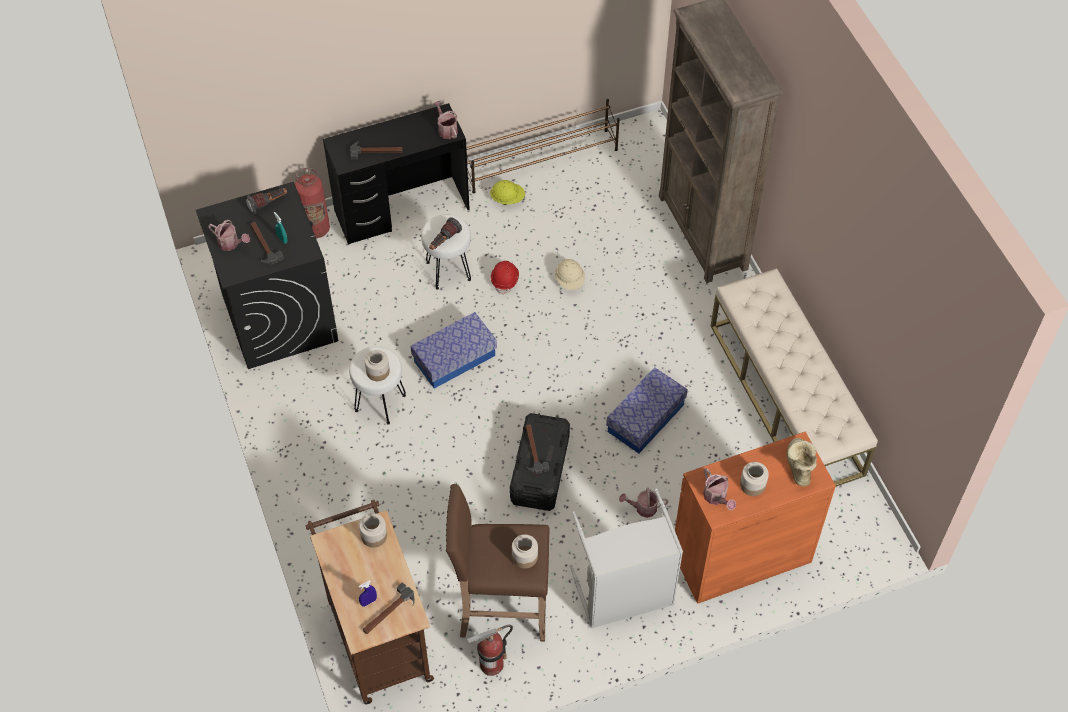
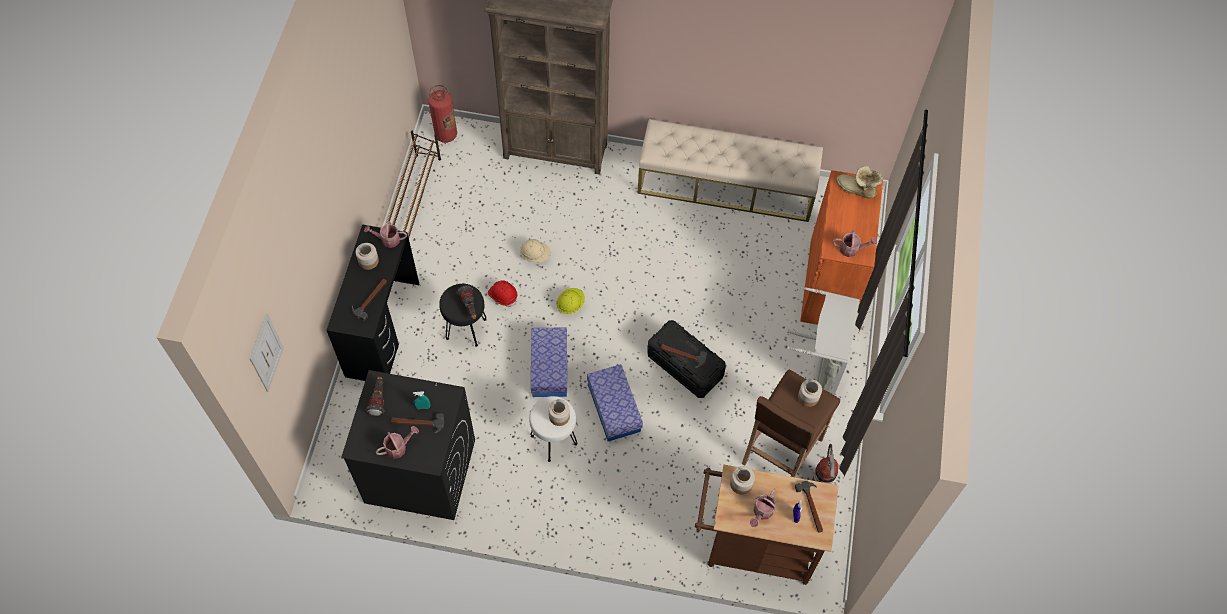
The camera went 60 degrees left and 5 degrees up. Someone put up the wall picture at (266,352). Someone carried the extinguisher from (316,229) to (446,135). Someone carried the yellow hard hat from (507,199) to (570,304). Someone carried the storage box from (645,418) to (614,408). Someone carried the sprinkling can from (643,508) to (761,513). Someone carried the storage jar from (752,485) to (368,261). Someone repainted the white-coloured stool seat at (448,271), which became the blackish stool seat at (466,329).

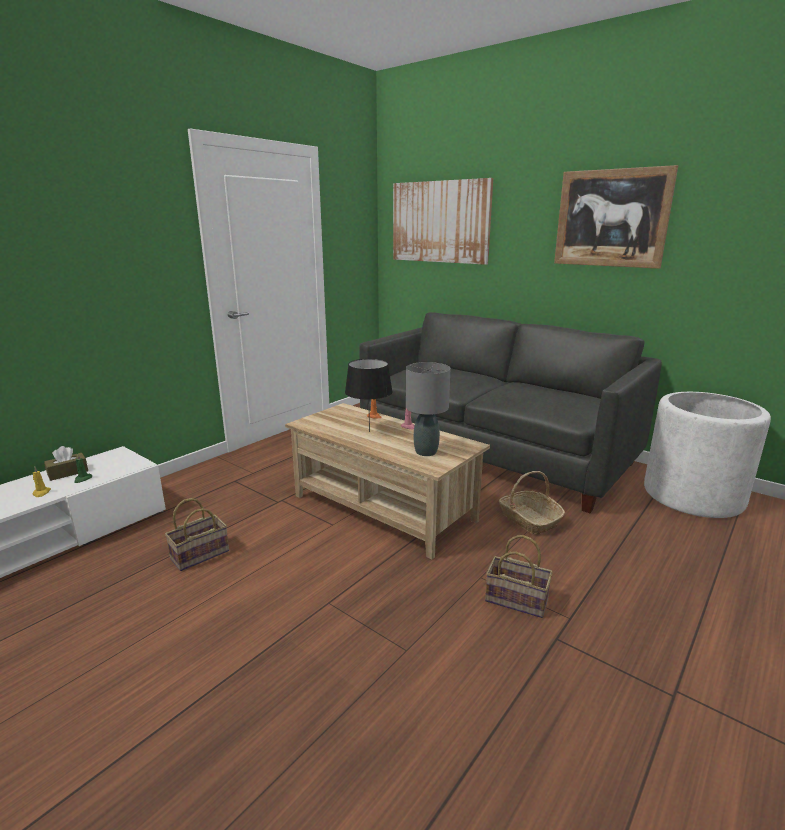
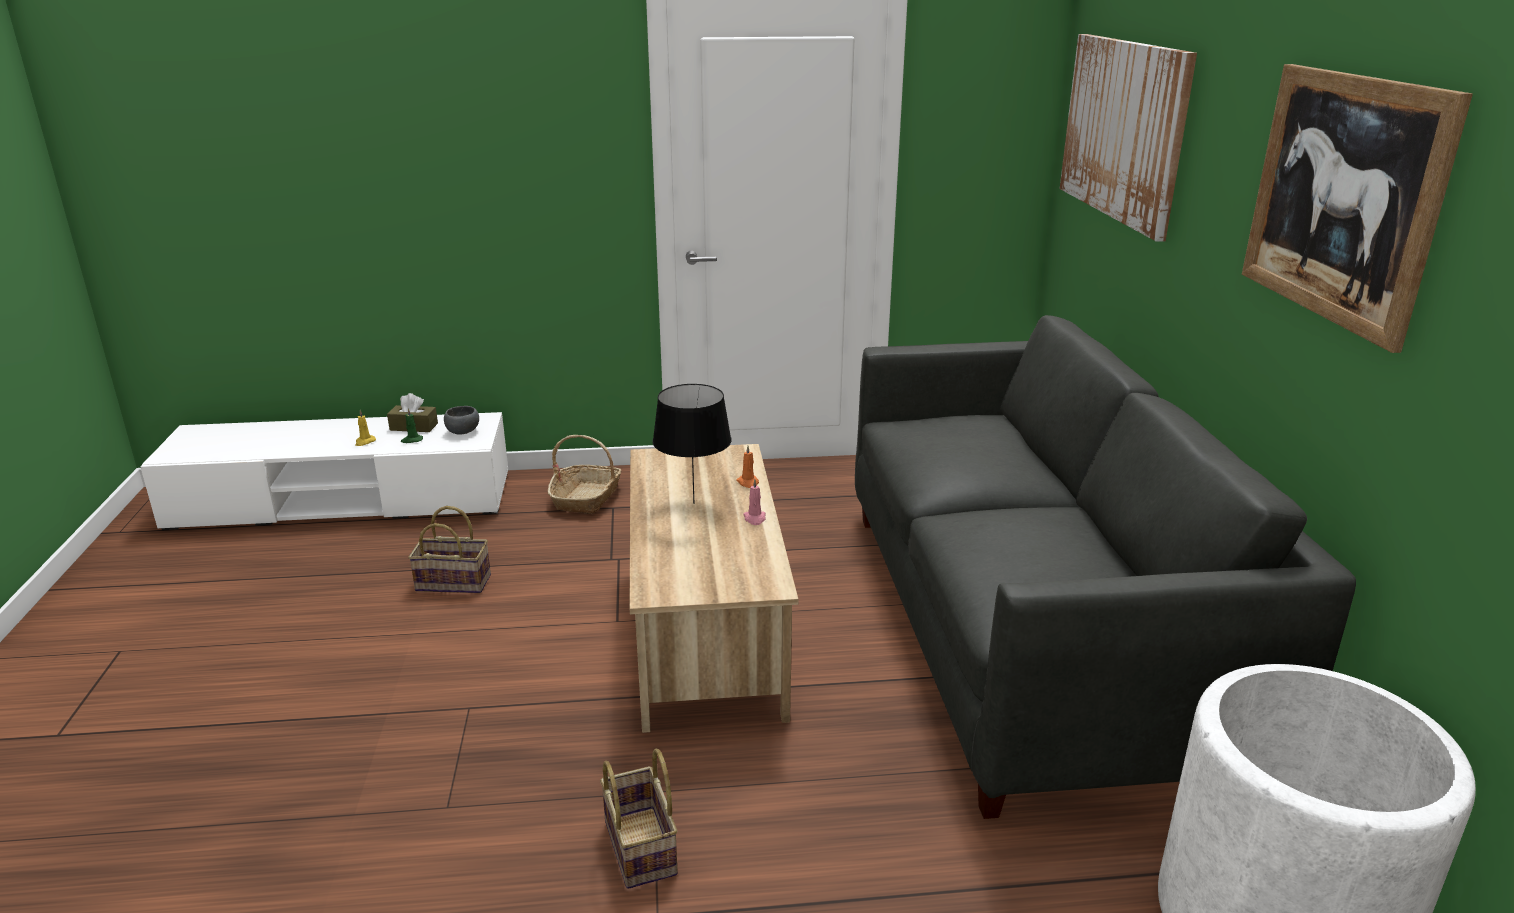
The camera went 45 degrees right and 5 degrees up. Someone took away the greyish table lamp at (426,452). Someone put down the greyish deep dish at (464,431). Someone carried the basket from (529,519) to (586,498).

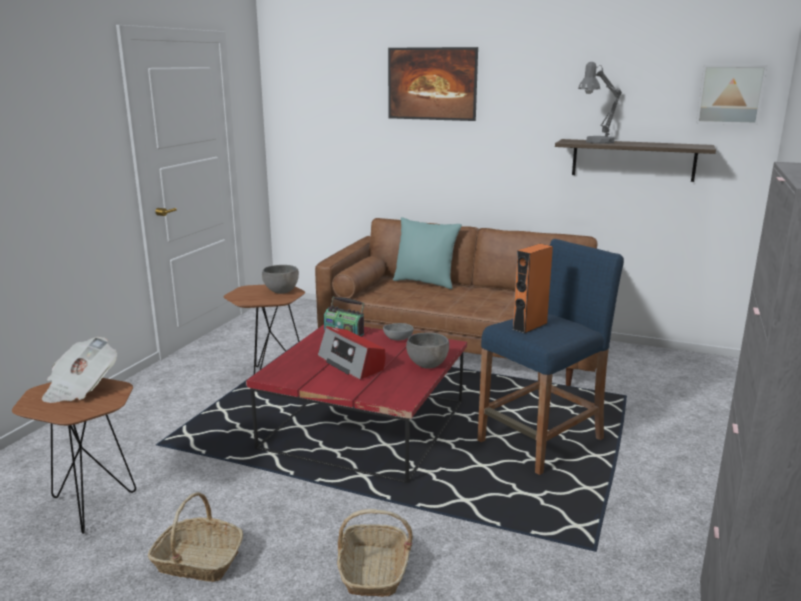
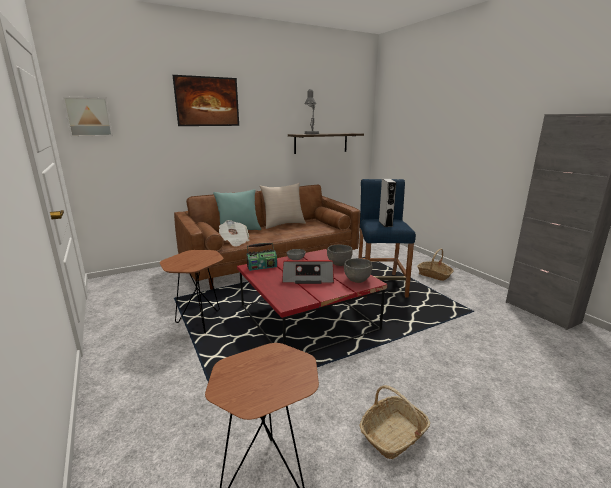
The camera went 50 degrees left and 0 degrees up. Someone put down the beige cushion at (283,224). Someone carried the printed paper from (80,388) to (234,241). Someone carried the greyish deep dish from (281,291) to (357,280). Someone carried the basket from (373,570) to (434,275). Someone carried the wall picture from (730,94) to (88,117). Someone repainted the orange-coloured speaker at (530,326), which became the greyish speaker at (385,224).

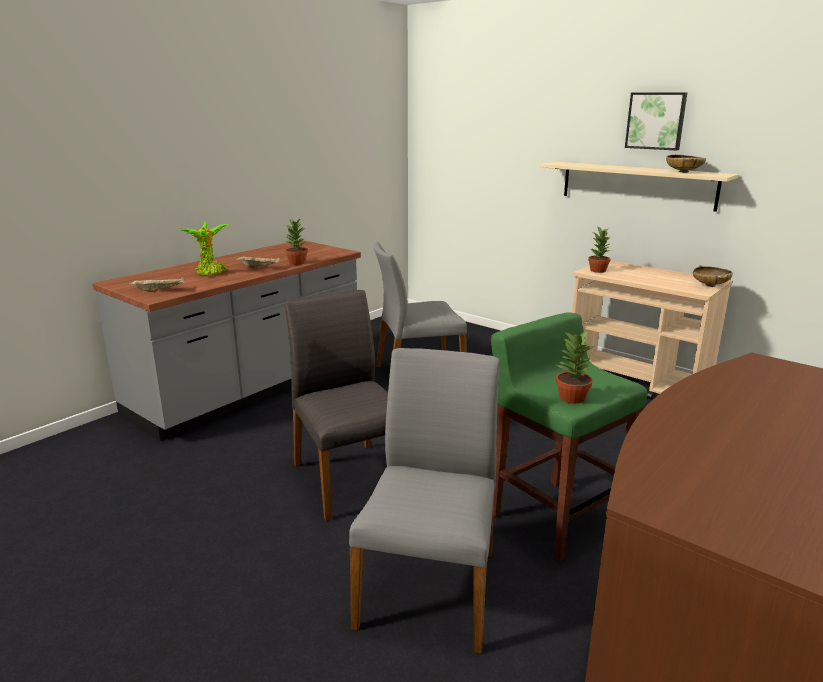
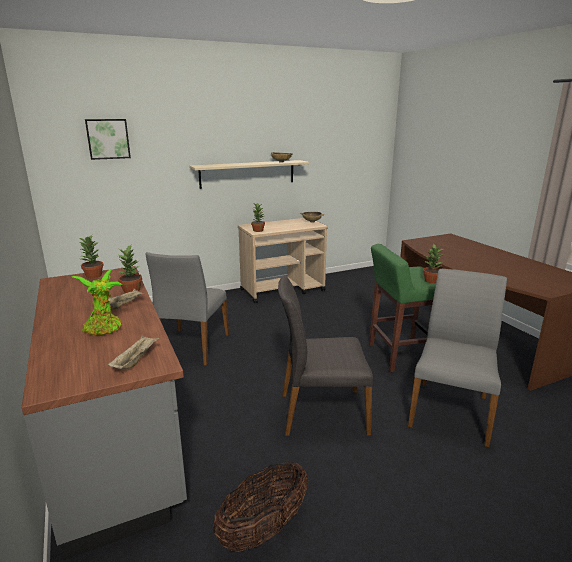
The camera went 65 degrees left and 0 degrees up. Someone put down the potted plant at (93,276). Someone put down the basket at (264,529). Someone carried the wall picture from (656,121) to (108,139). Someone rotated the greyish upright chair at (430,587) by 75 degrees clockwise.

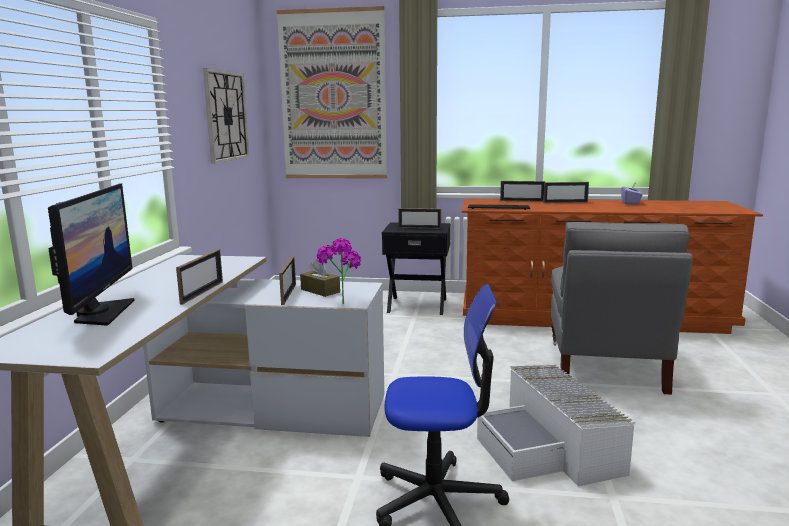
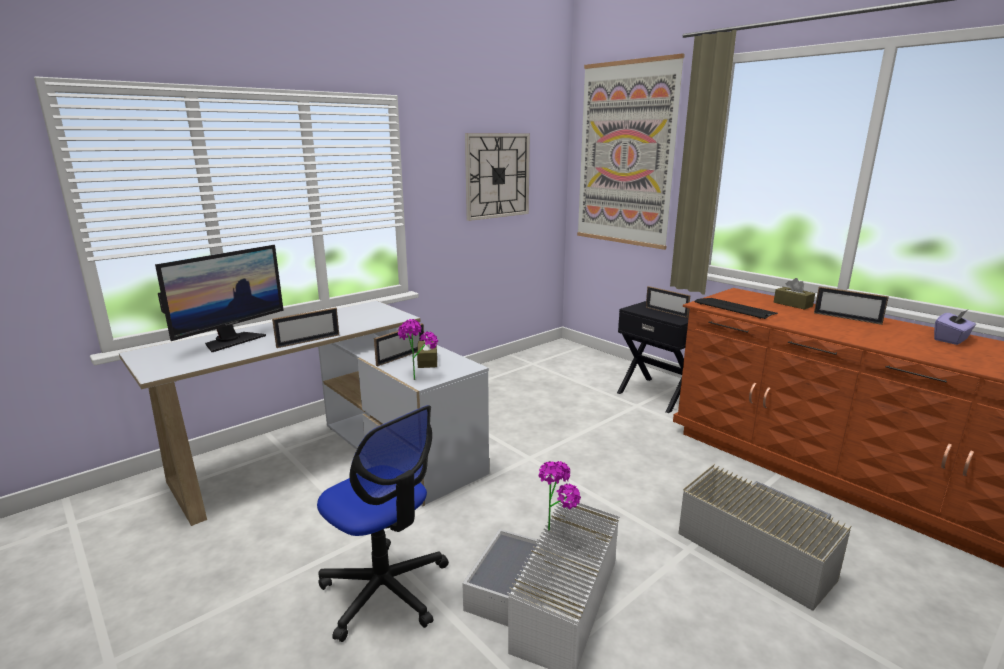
The camera went 40 degrees right and 5 degrees up. Someone put down the potted plant at (557,528). Someone swapped the standing frame at (522,201) for the brownish tissue box at (792,304). Someone swapped the greyish lounge chair at (604,366) for the greyish storage box at (759,546).

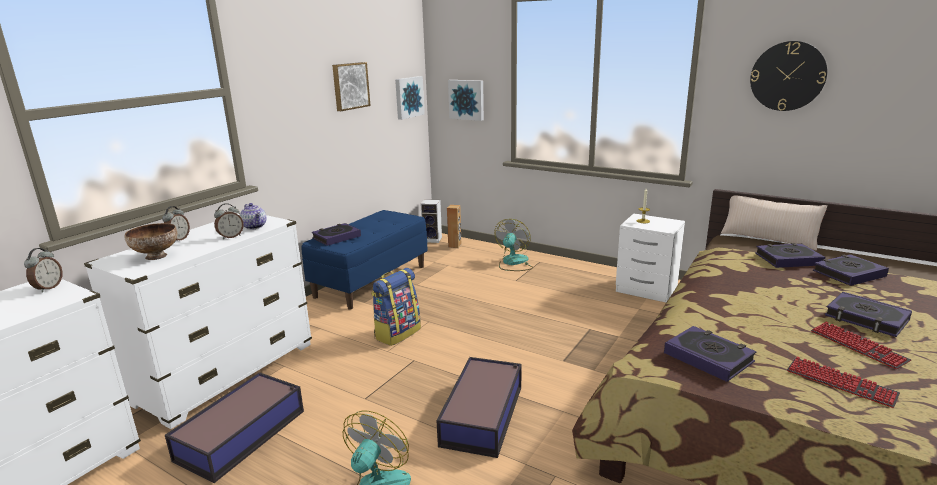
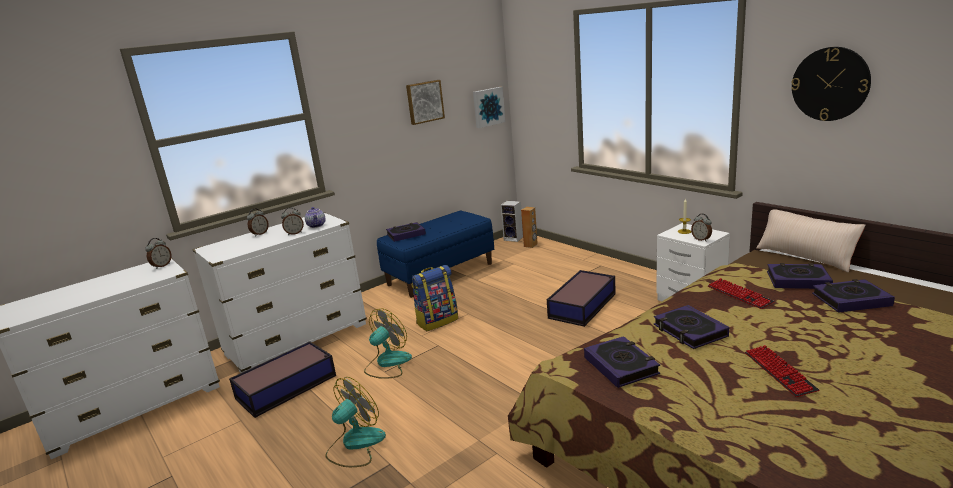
The camera went 20 degrees right and 0 degrees up. Someone took away the deep dish at (156,256). Someone took away the wall picture at (467,99). Someone put down the table clock at (701,239). Someone carried the storage box from (483,414) to (583,305). Someone carried the cooling fan from (513,263) to (387,363). Someone carried the computer keyboard from (840,383) to (739,295). Someone carried the volume from (866,318) to (689,331).

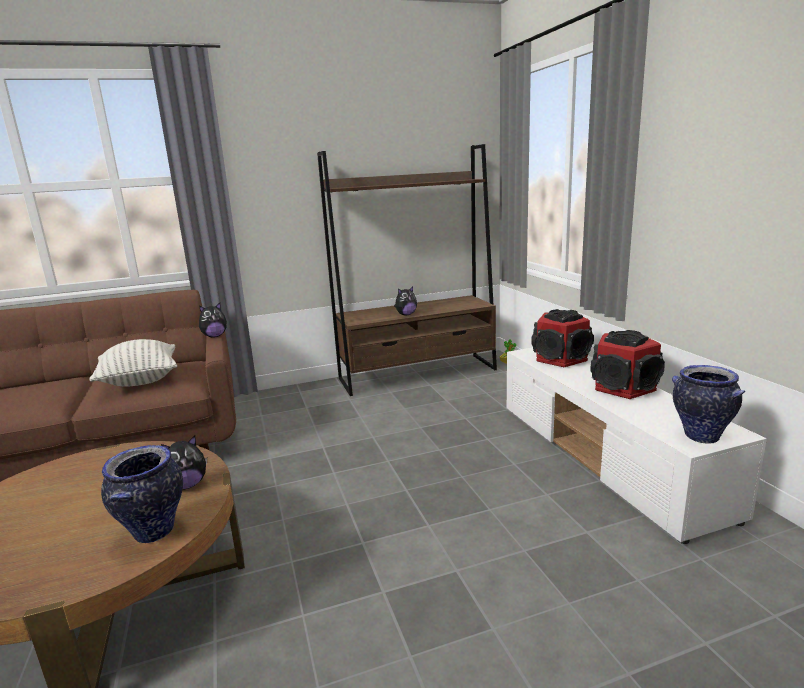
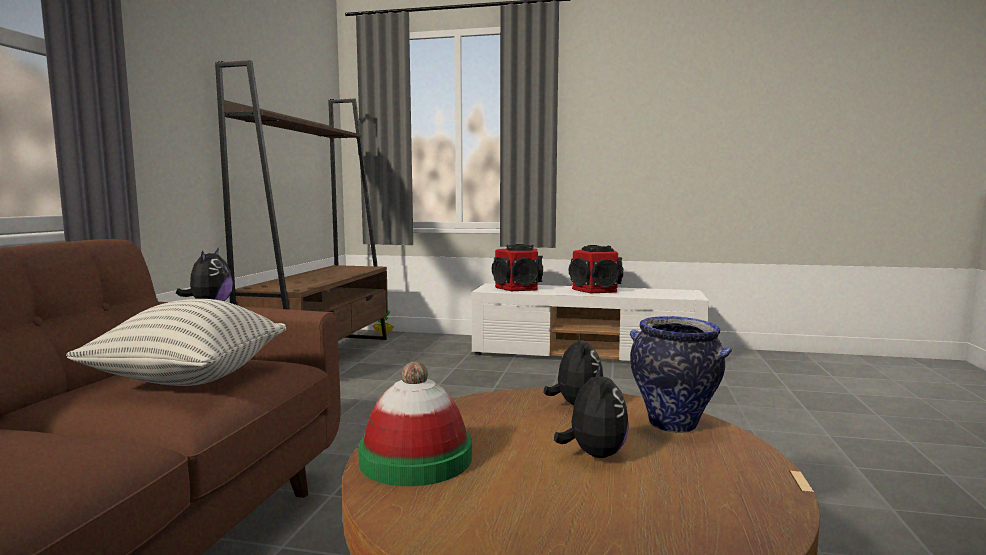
The camera went 60 degrees left and 10 degrees down. Someone took away the decorative vase at (700,436). Someone put down the hat at (416,459). Someone carried the soft toy from (406,314) to (594,454).

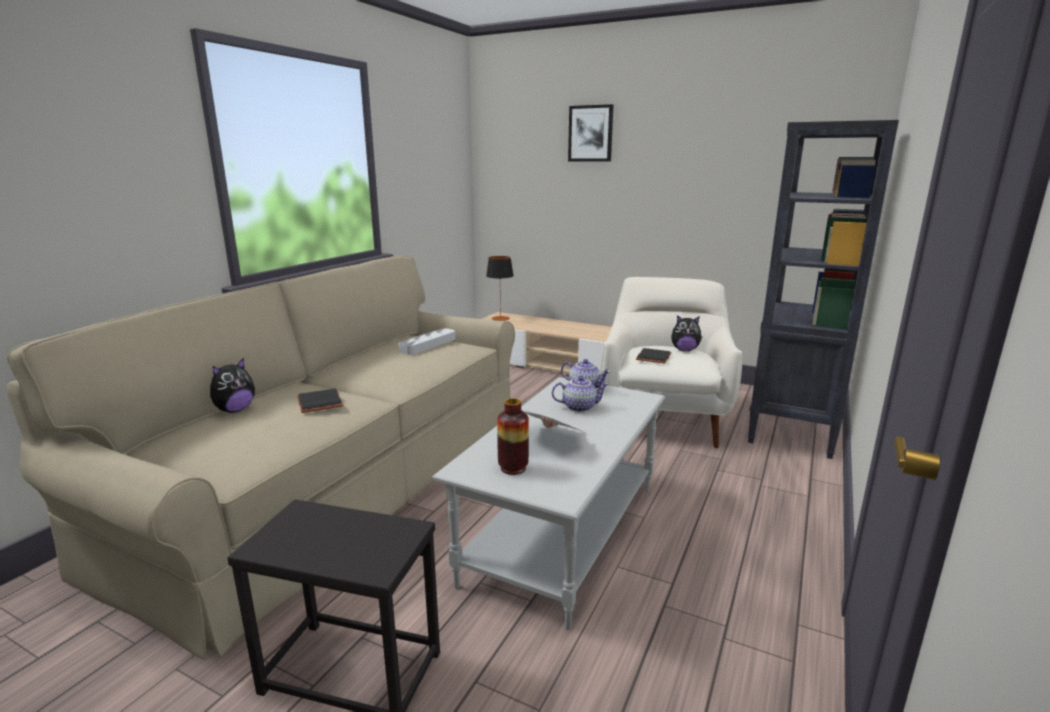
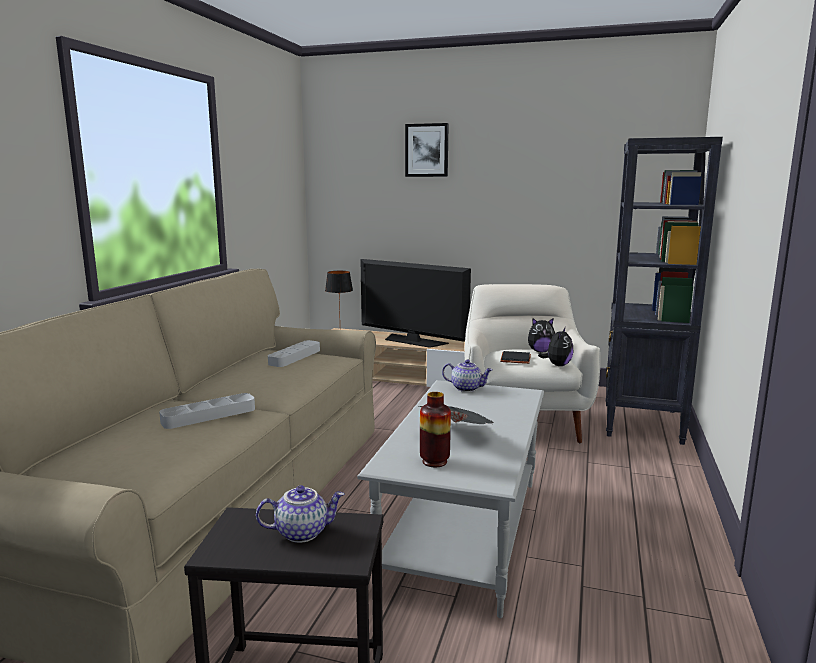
The camera went 10 degrees left and 5 degrees down. Someone put down the TV set at (413,341). Someone carried the soft toy from (234,410) to (557,365). Someone carried the pot for tea from (579,407) to (302,532). Someone swapped the blackish volume at (318,402) for the greyish serving tray at (209,415).

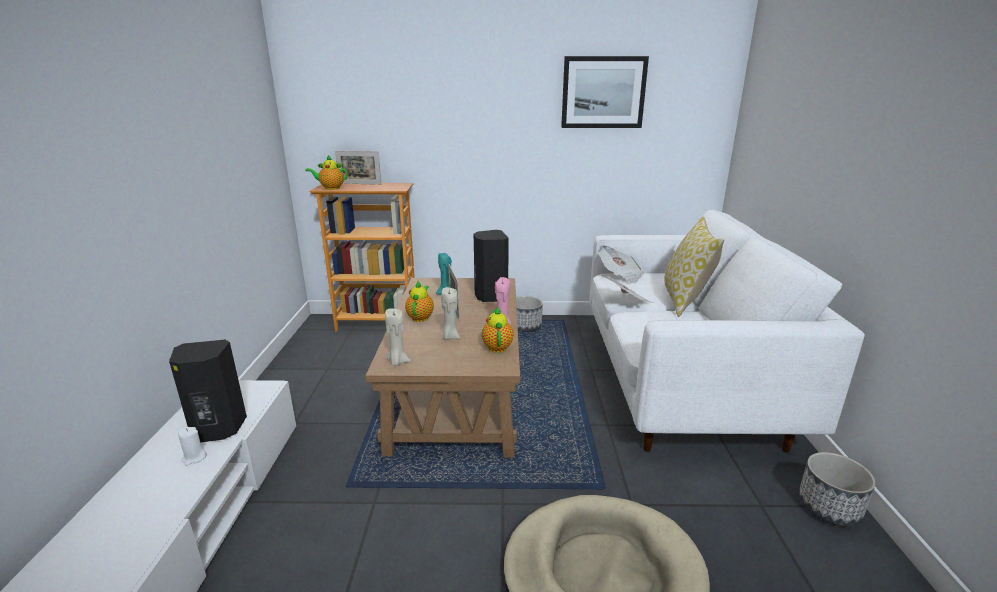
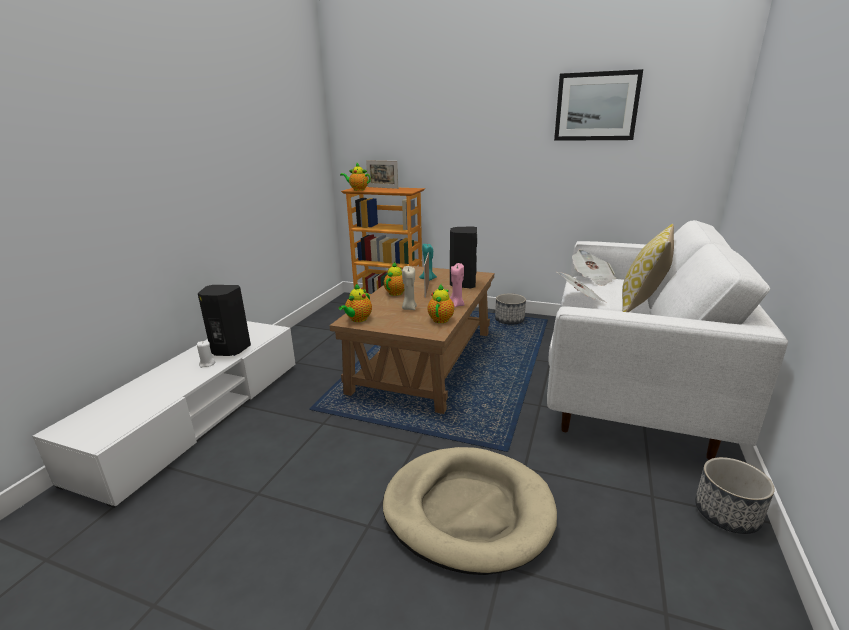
The camera went 20 degrees right and 0 degrees up. Someone swapped the beige wax light at (397,362) for the pot for tea at (358,319).

